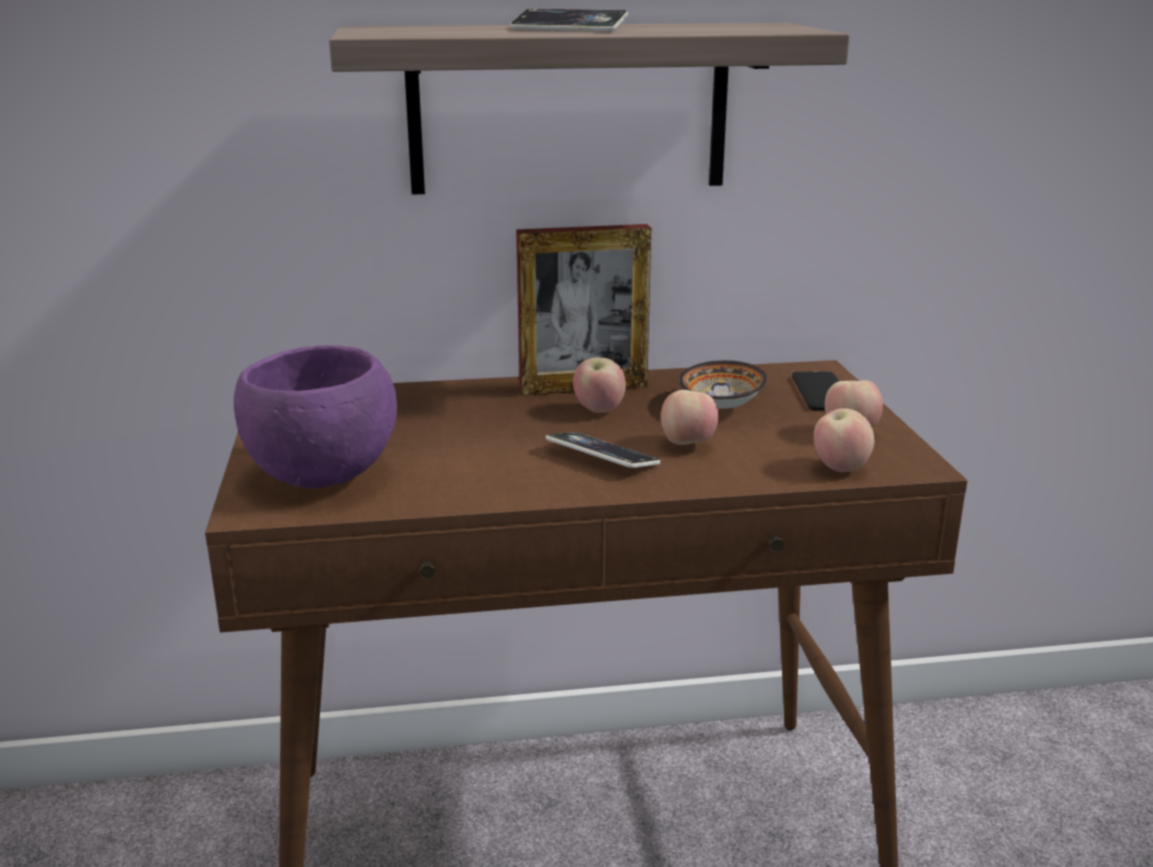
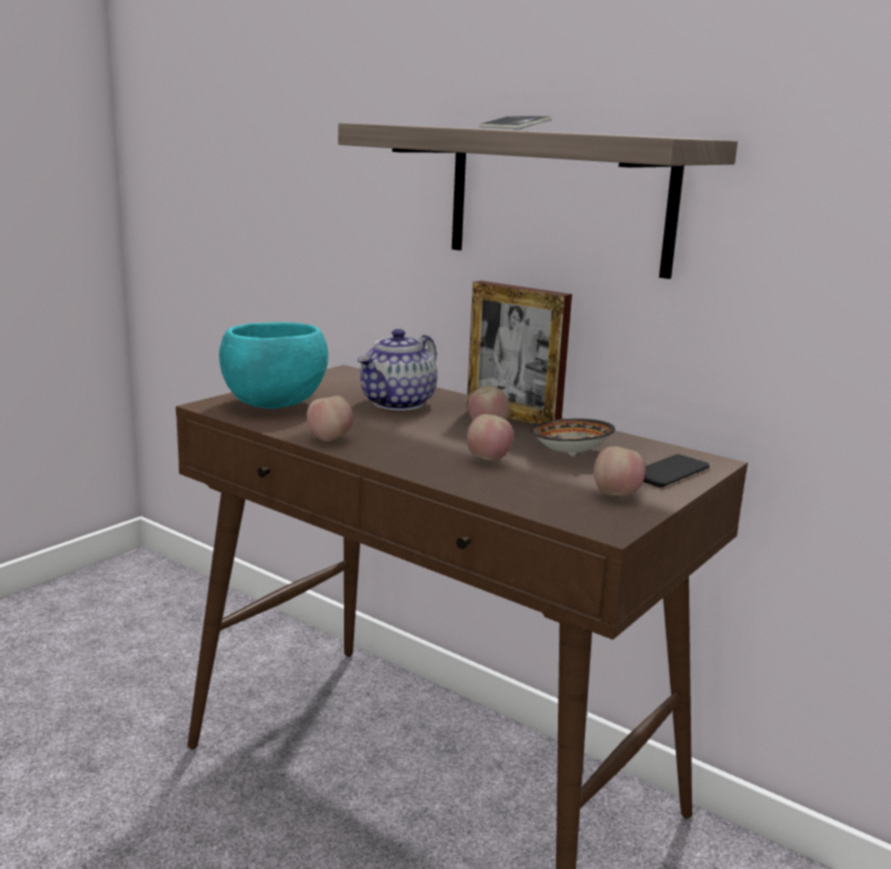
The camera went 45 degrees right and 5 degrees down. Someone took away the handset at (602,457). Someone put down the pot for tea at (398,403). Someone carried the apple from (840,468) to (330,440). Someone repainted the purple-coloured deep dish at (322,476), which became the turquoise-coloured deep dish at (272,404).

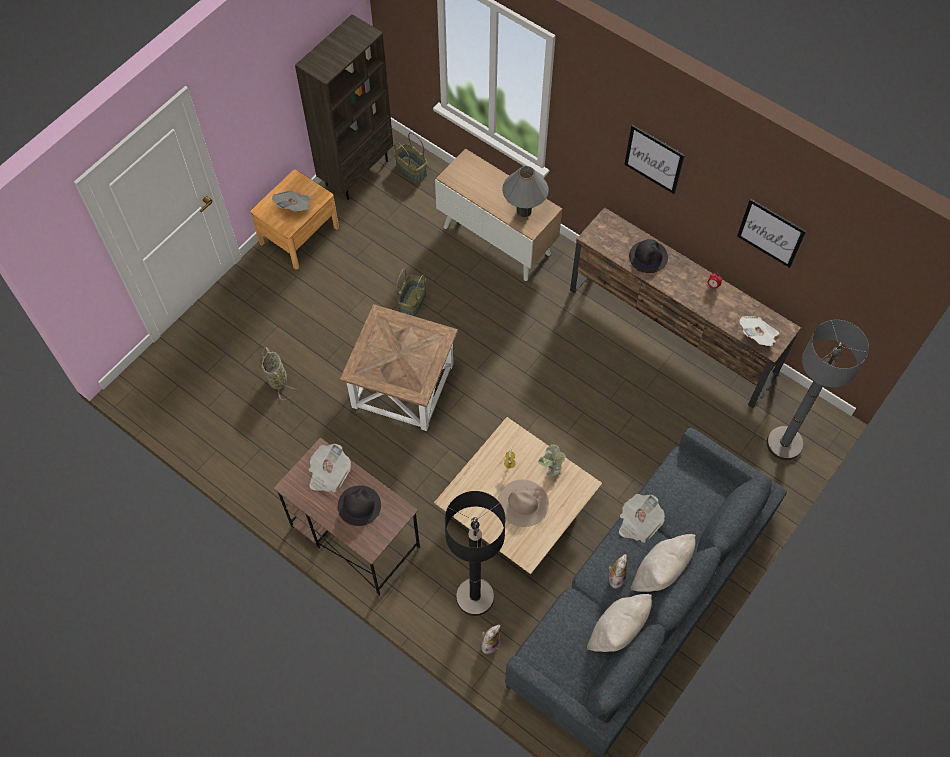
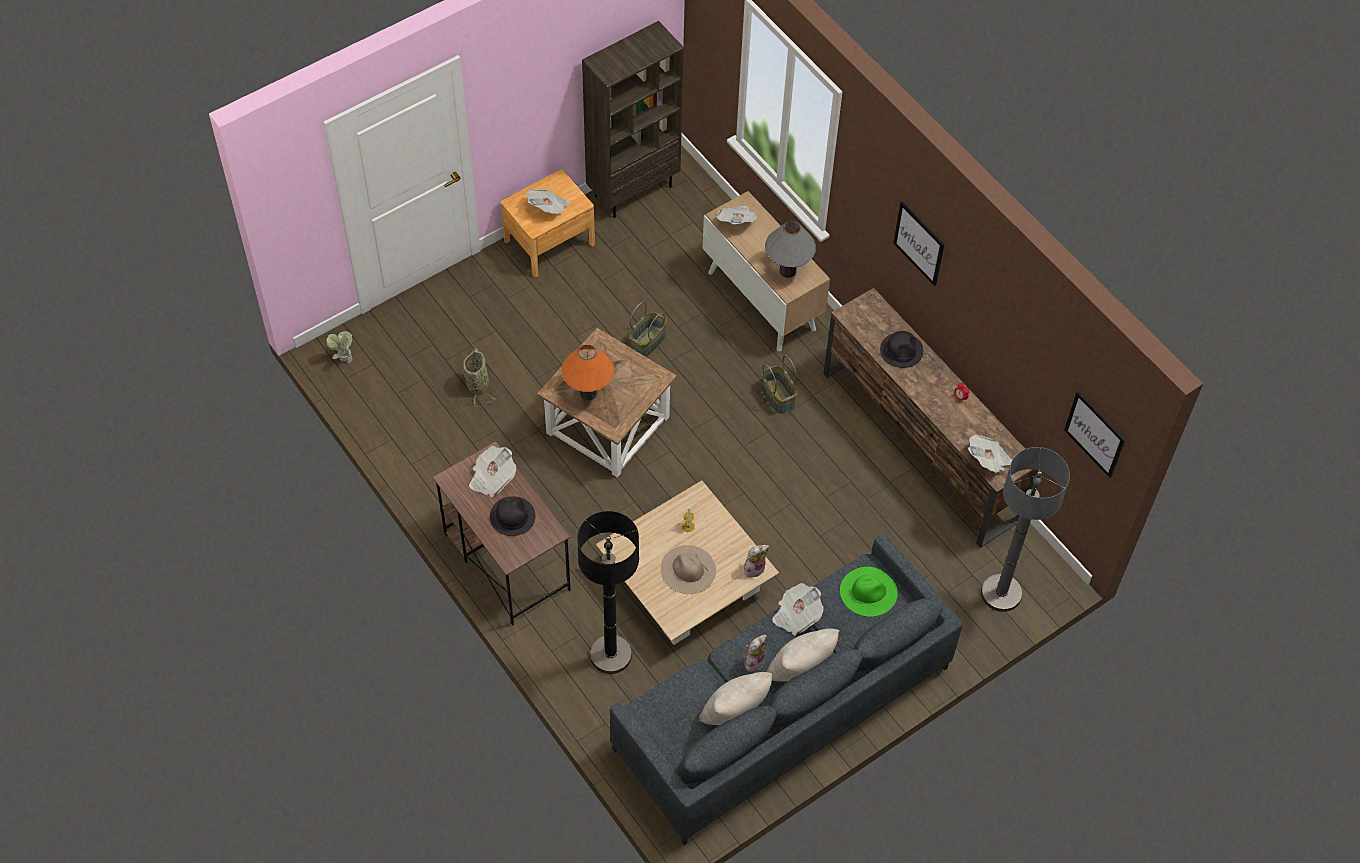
The camera went 15 degrees right and 5 degrees down. Someone put down the orange-coloured table lamp at (588,393). Someone put down the printed paper at (737,222). Someone put down the greenish hat at (868,591). Someone carried the basket from (412,169) to (778,396). Someone carried the soft toy from (489,643) to (754,568). Someone carried the potted plant from (551,470) to (343,359). Someone carried the wall picture from (771,233) to (1094,434).

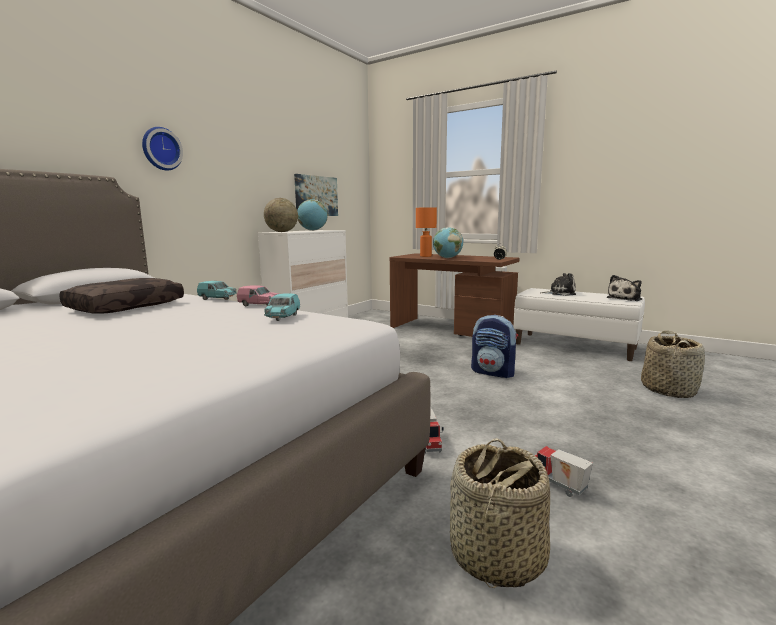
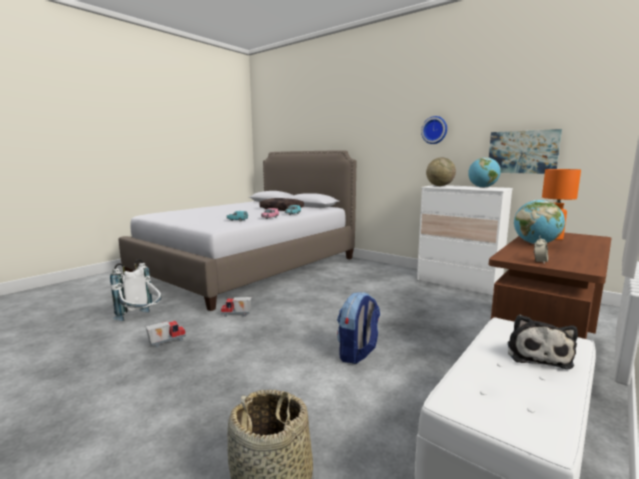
The camera went 95 degrees right and 0 degrees up. Someone took away the soft toy at (625,299). Someone carried the wall clock from (161,149) to (434,130). Someone swapped the basket at (496,556) for the white-coloured rucksack at (141,319).

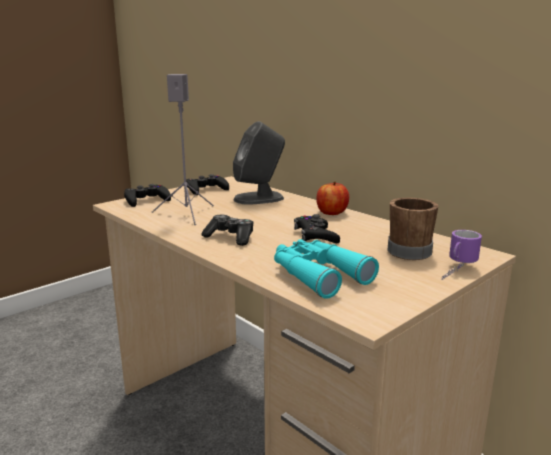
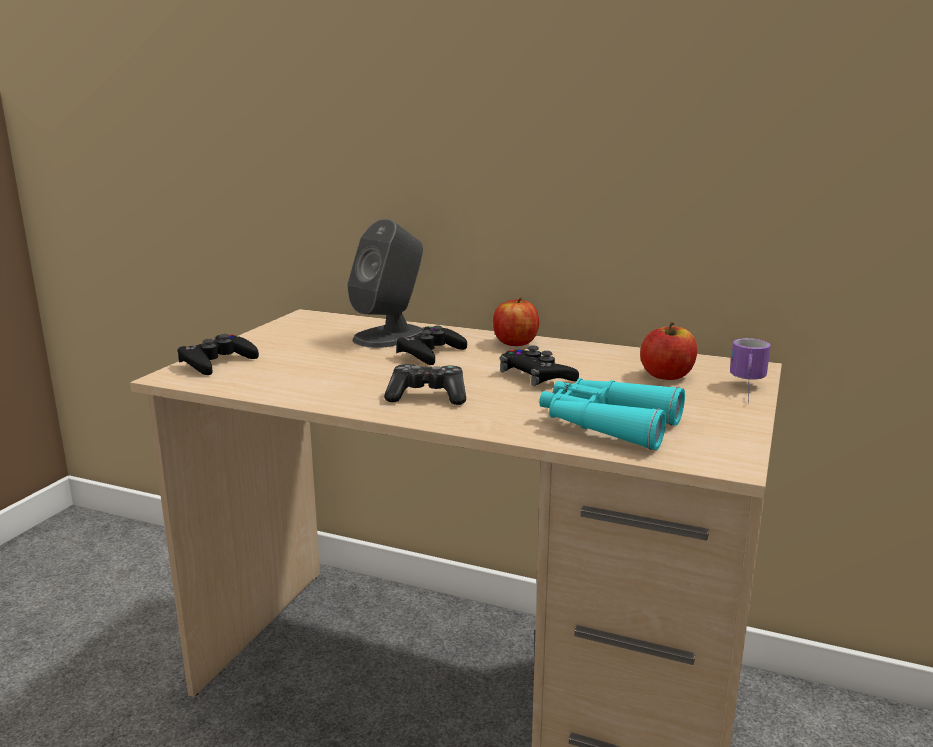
The camera went 25 degrees left and 0 degrees up. Someone took away the greyish speaker at (187,213). Someone carried the blackish joypad from (206,189) to (430,353). Someone swapped the brownish mug at (408,250) for the apple at (666,375).

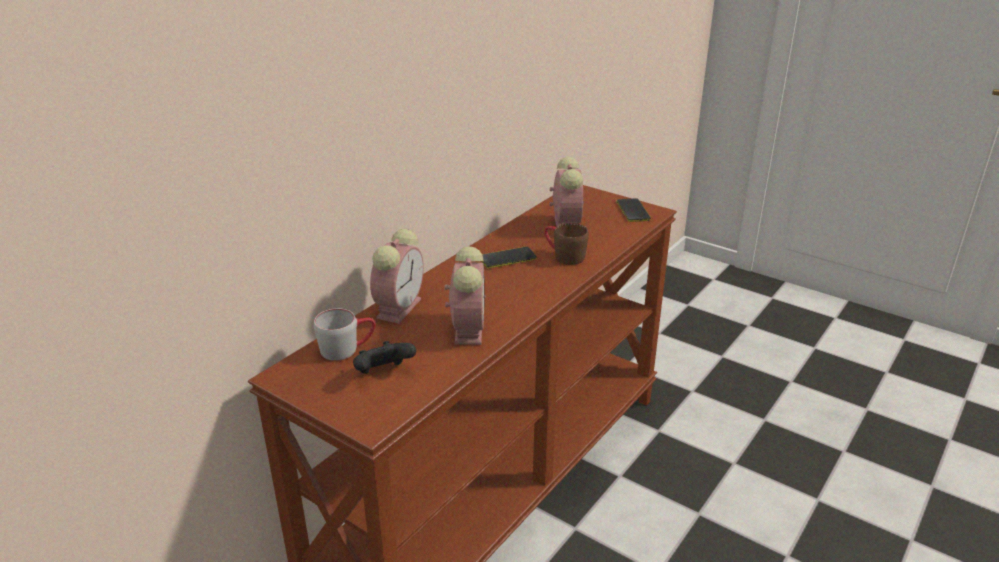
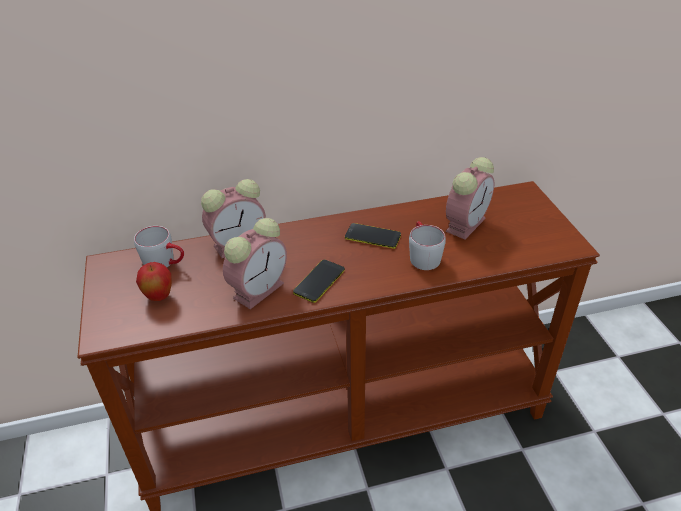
The camera went 40 degrees right and 10 degrees up. Someone carried the handset from (633,211) to (319,281). Someone swapped the blackish joypad at (383,373) for the apple at (159,297). Someone repainted the brownish mug at (563,255), which became the greyish mug at (422,255).

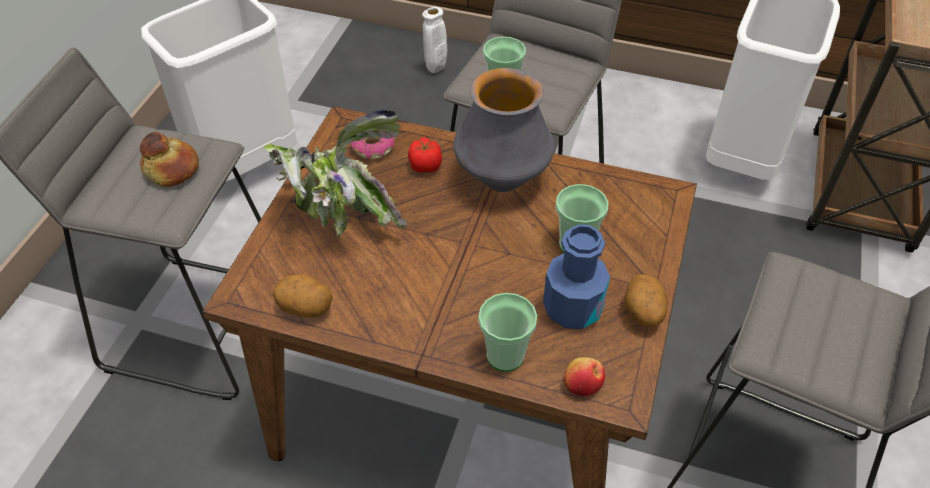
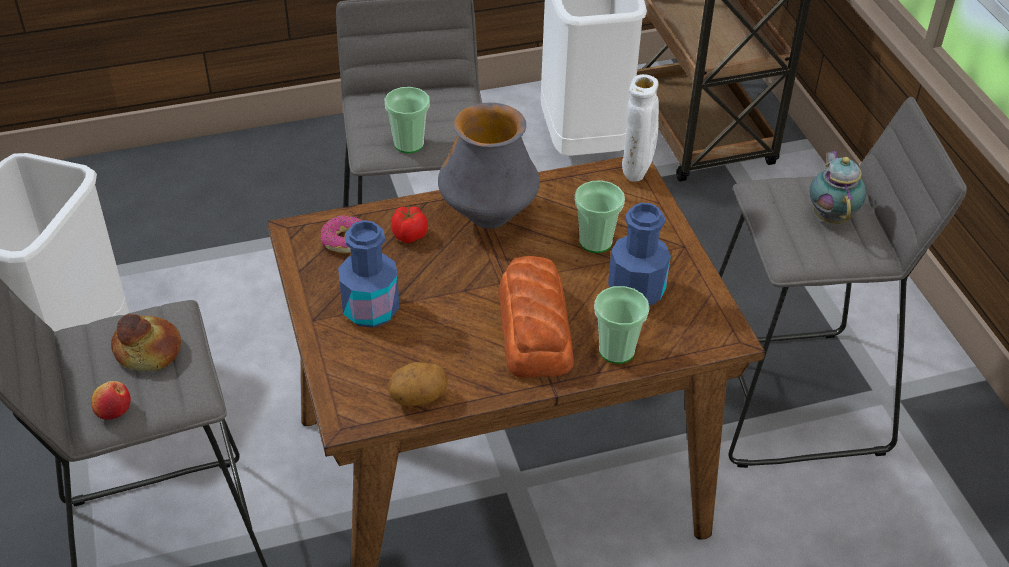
The camera went 35 degrees left and 5 degrees down. Someone took away the whole potato at (642,313). Someone put down the bakery bread at (535,327). Someone put down the pot for tea at (831,216). Someone carried the white-coloured decorative vase from (436,70) to (636,175). Someone carried the apple from (582,384) to (113,410). Someone swapped the potted plant at (339,213) for the bluish beverage bottle at (370,309).

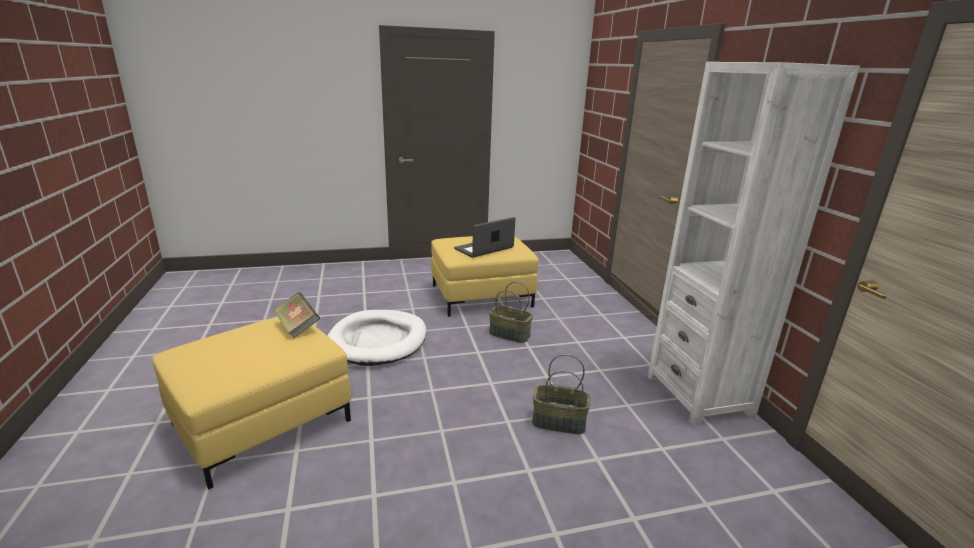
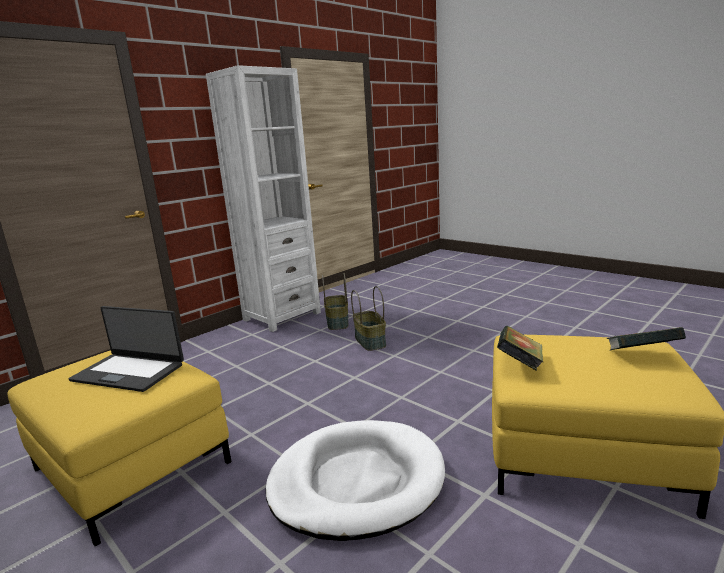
The camera went 120 degrees left and 5 degrees down. Someone put down the volume at (641,356). Someone carried the basket from (509,335) to (338,322).

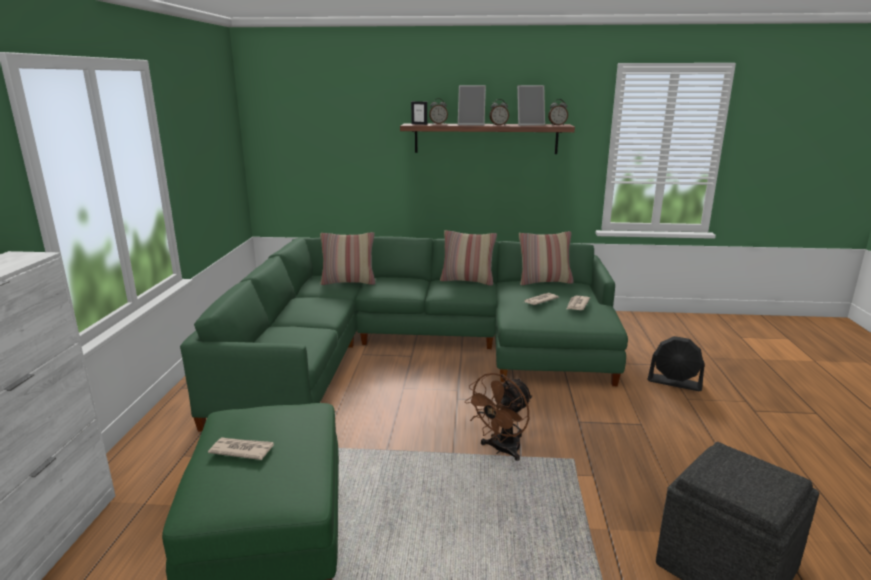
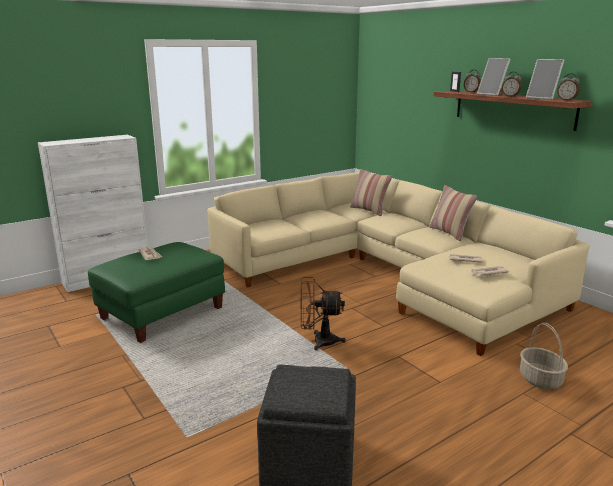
The camera went 50 degrees right and 0 degrees up. Someone took away the cushion at (544,282). Someone swapped the blackish cooling fan at (674,382) for the basket at (540,380). Someone repainted the greenish sofa at (414,348), which became the beige sofa at (386,273).

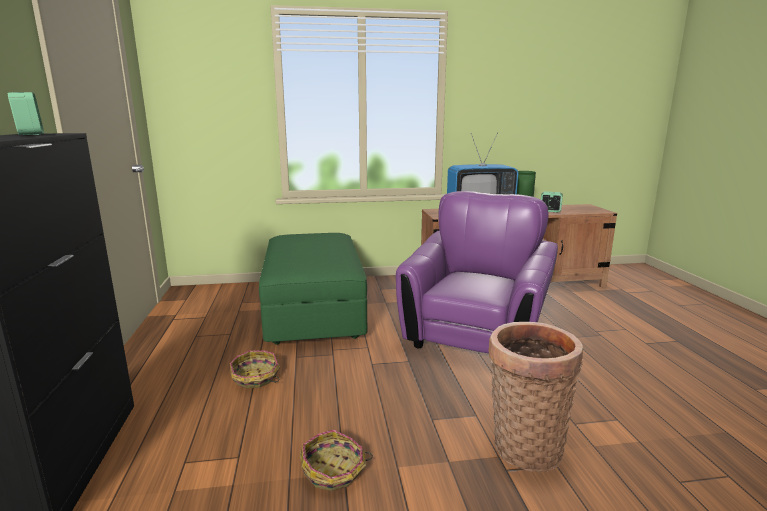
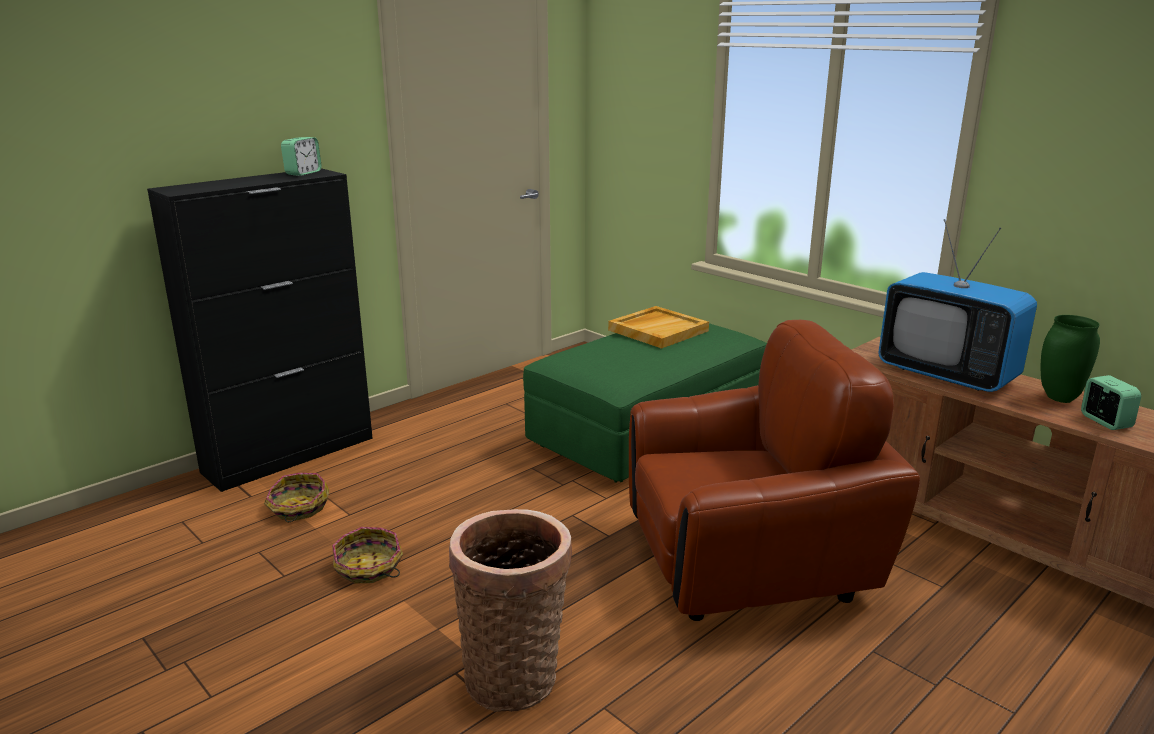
The camera went 55 degrees right and 5 degrees up. Someone put down the beige serving tray at (658,330). Someone carried the basket from (256,378) to (298,508). Someone repainted the purple-coloured lounge chair at (475,335), which became the brownish lounge chair at (748,561).

